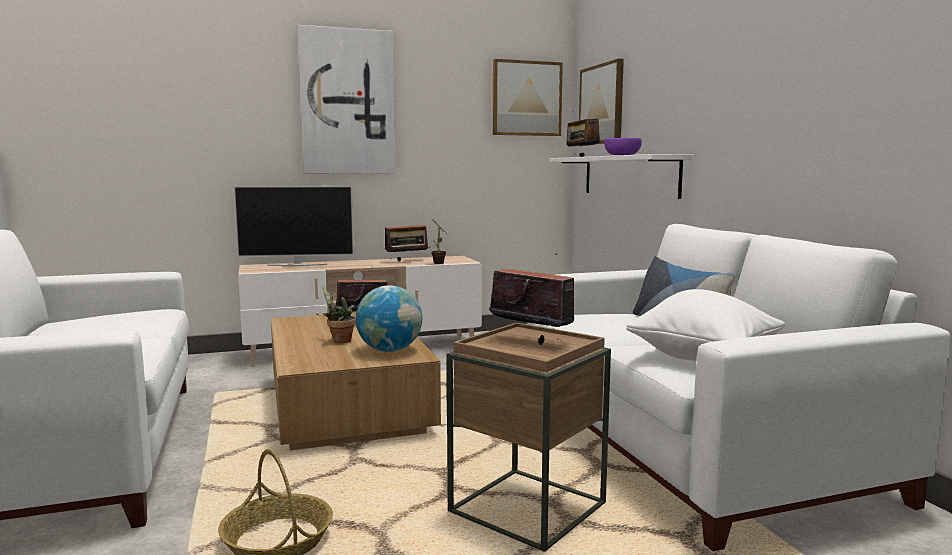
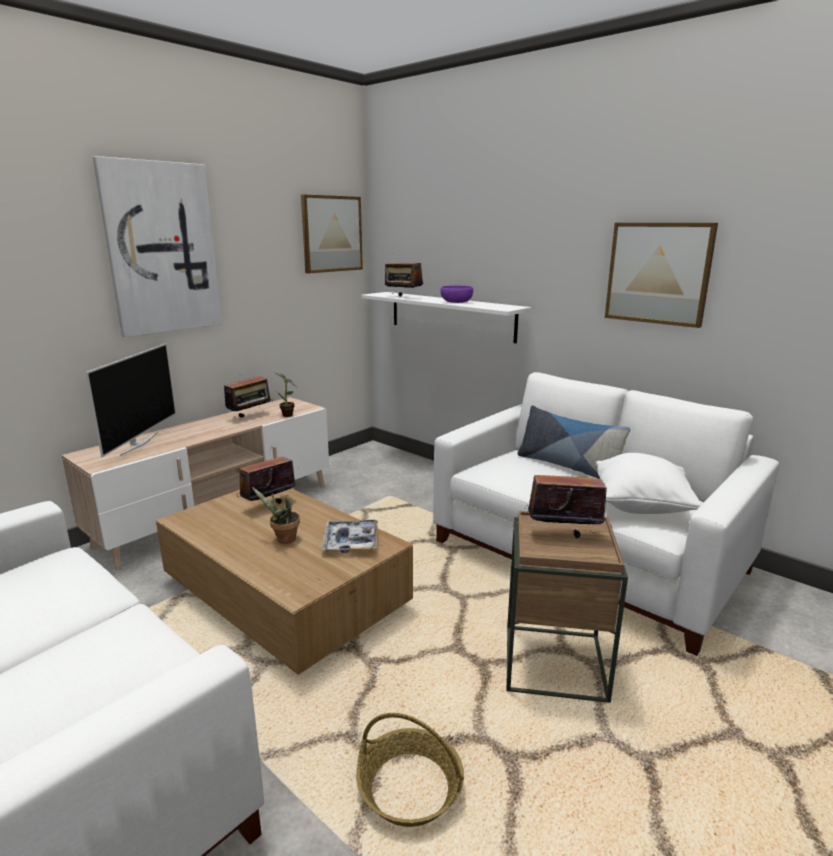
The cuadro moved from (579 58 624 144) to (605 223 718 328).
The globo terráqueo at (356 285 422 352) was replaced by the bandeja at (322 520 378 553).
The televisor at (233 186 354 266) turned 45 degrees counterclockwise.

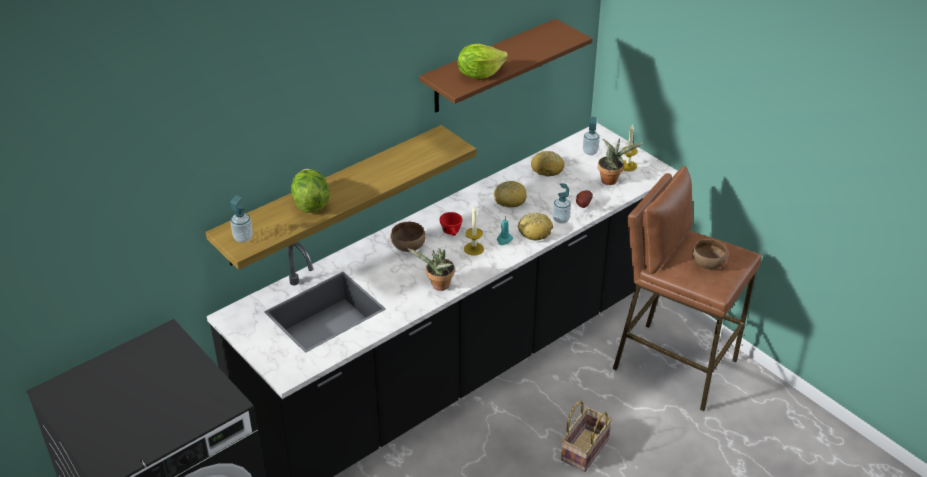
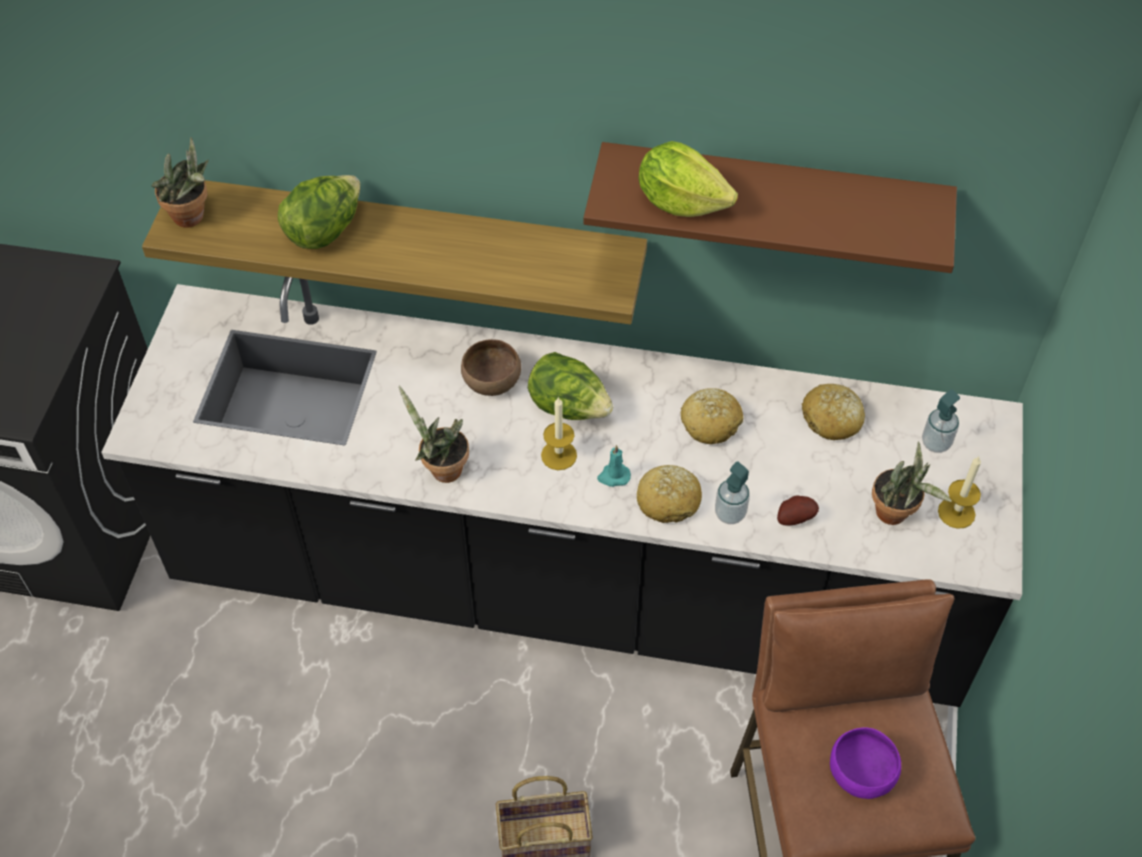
The dispensador de jabón at (230 195 253 242) was replaced by the planta en maceta at (152 137 209 228).
The taza/rojo at (439 212 462 236) was replaced by the lechuga at (528 352 613 420).
The cuenco/marrón at (692 239 728 269) became the cuenco/morado at (830 727 901 799).

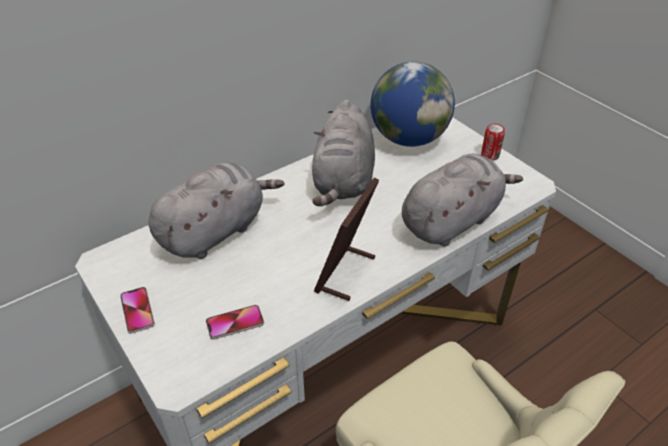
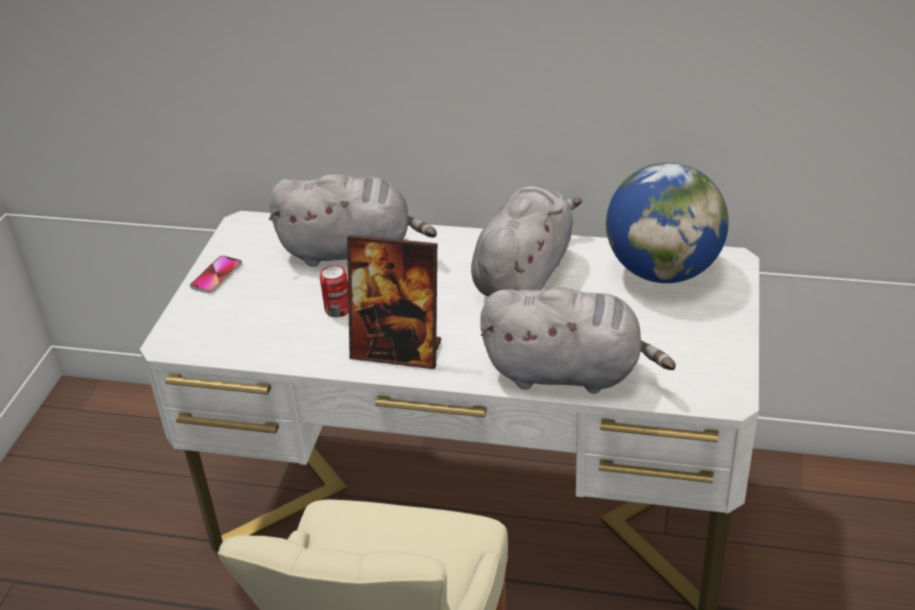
The móvil at (206 305 264 340) disappeared.
The lata moved from (481 124 505 161) to (320 265 349 317).
The peluche/gris at (312 99 375 206) turned 150 degrees clockwise.
The portarretratos at (314 177 379 301) turned 150 degrees counterclockwise.

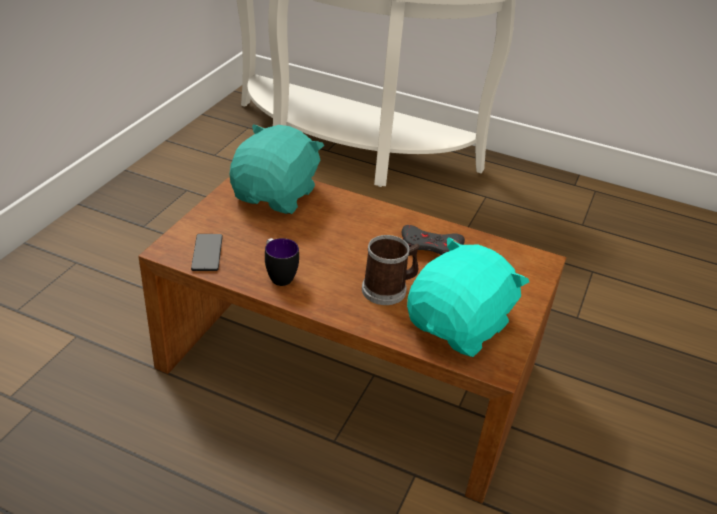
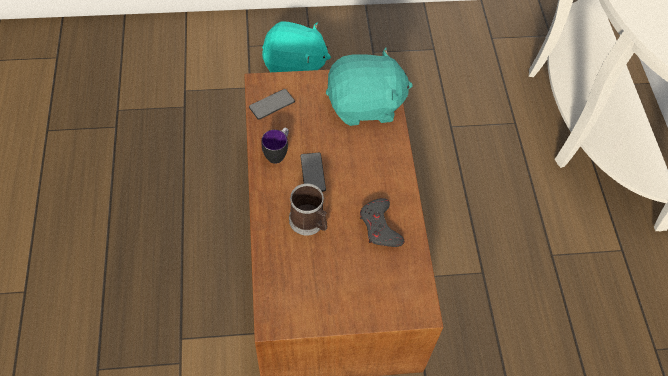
The móvil at (300 153 326 192) appeared.
The peluche/turquesa moved from (407 237 529 357) to (262 21 331 72).

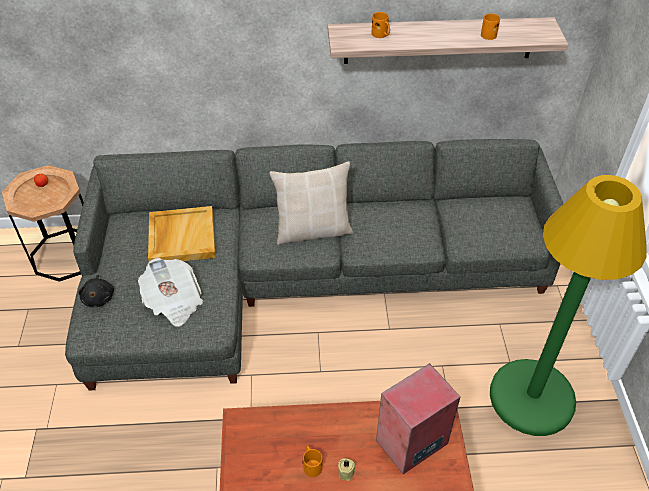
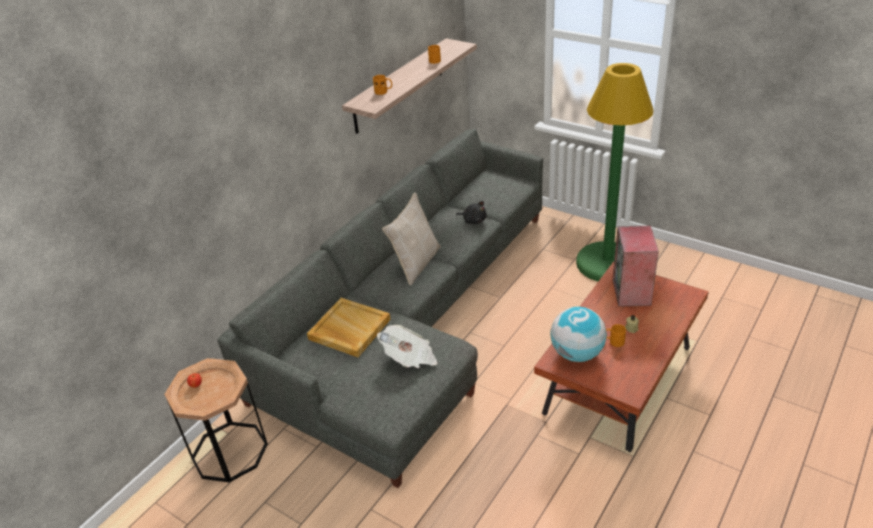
The globo terráqueo at (550 307 607 362) appeared.
The peluche/negro moved from (79 275 114 307) to (456 201 487 224).

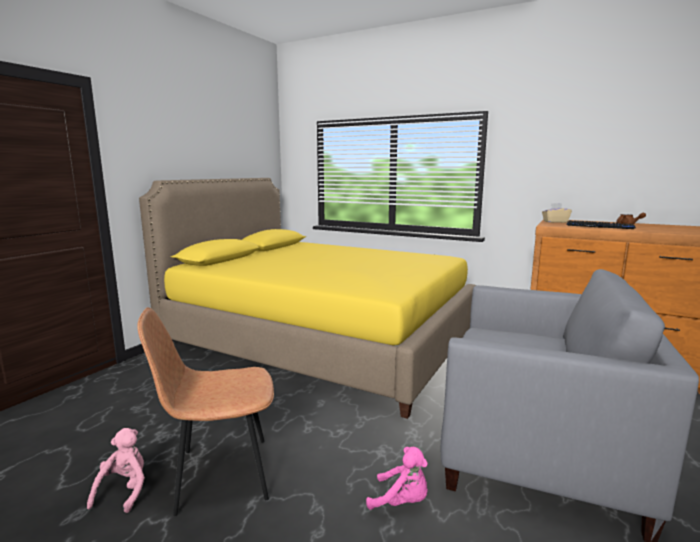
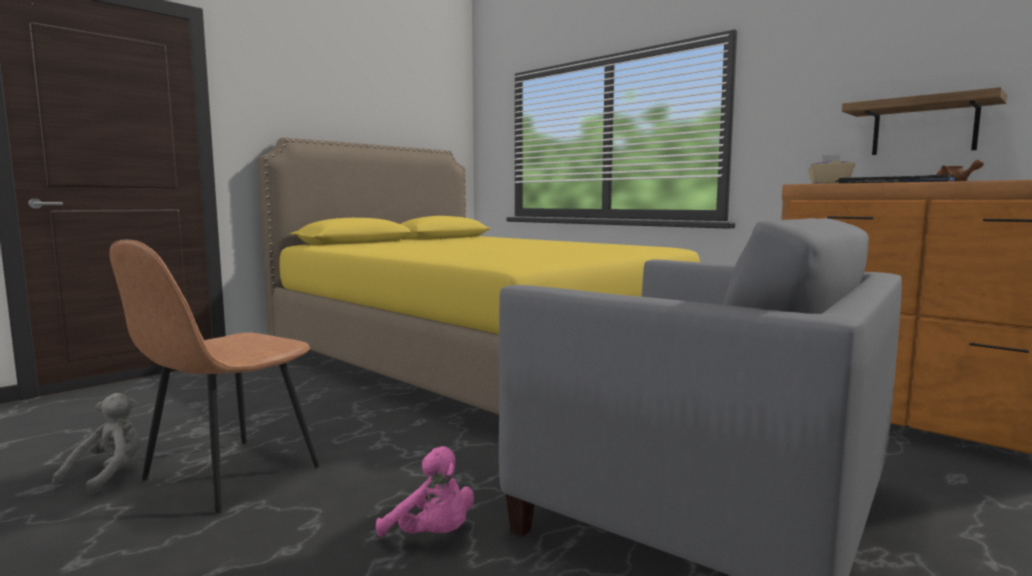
The estante at (842 87 1007 155) appeared.
The peluche/rosa at (87 428 145 513) became the peluche/gris at (52 393 141 495).
The silla/marrón at (137 307 274 516) turned 60 degrees counterclockwise.

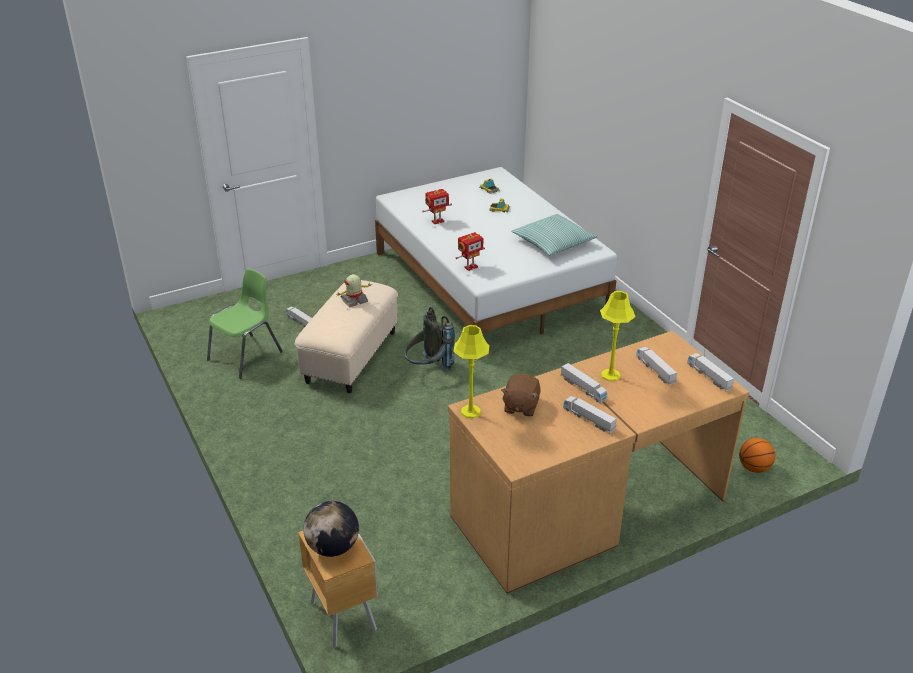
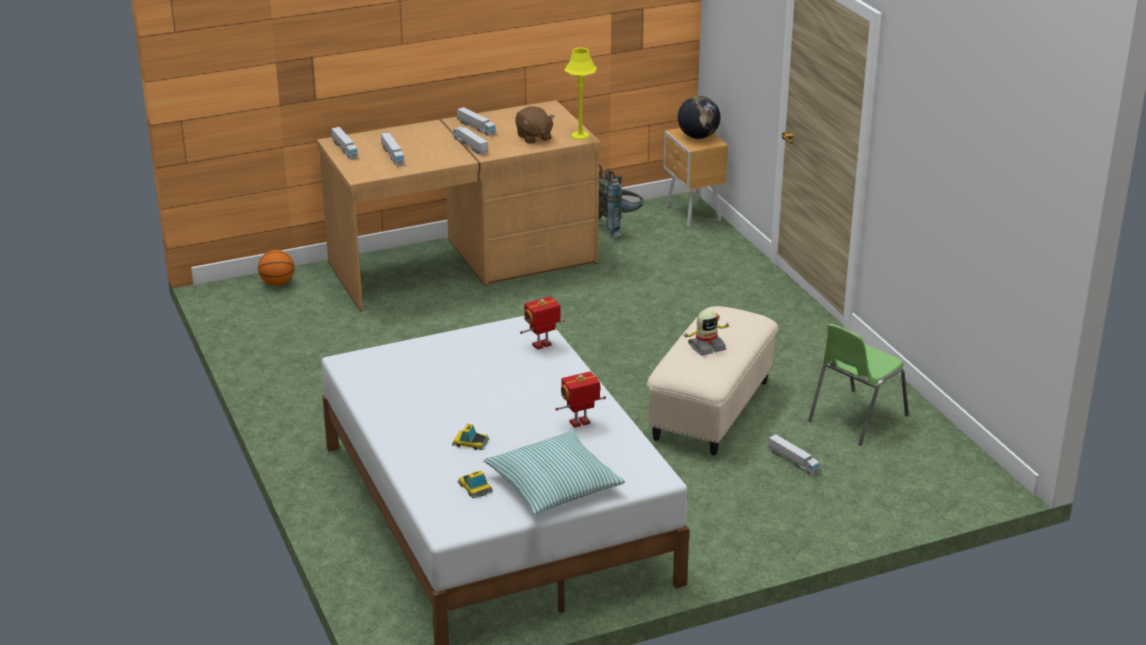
The lámpara de mesa/amarillo at (600 291 635 381) disappeared.
The mochila/gris moved from (404 307 455 372) to (598 164 644 238).
The cojín moved from (511 214 598 255) to (483 431 625 515).
The peluche/marrón at (501 373 541 417) turned 135 degrees clockwise.

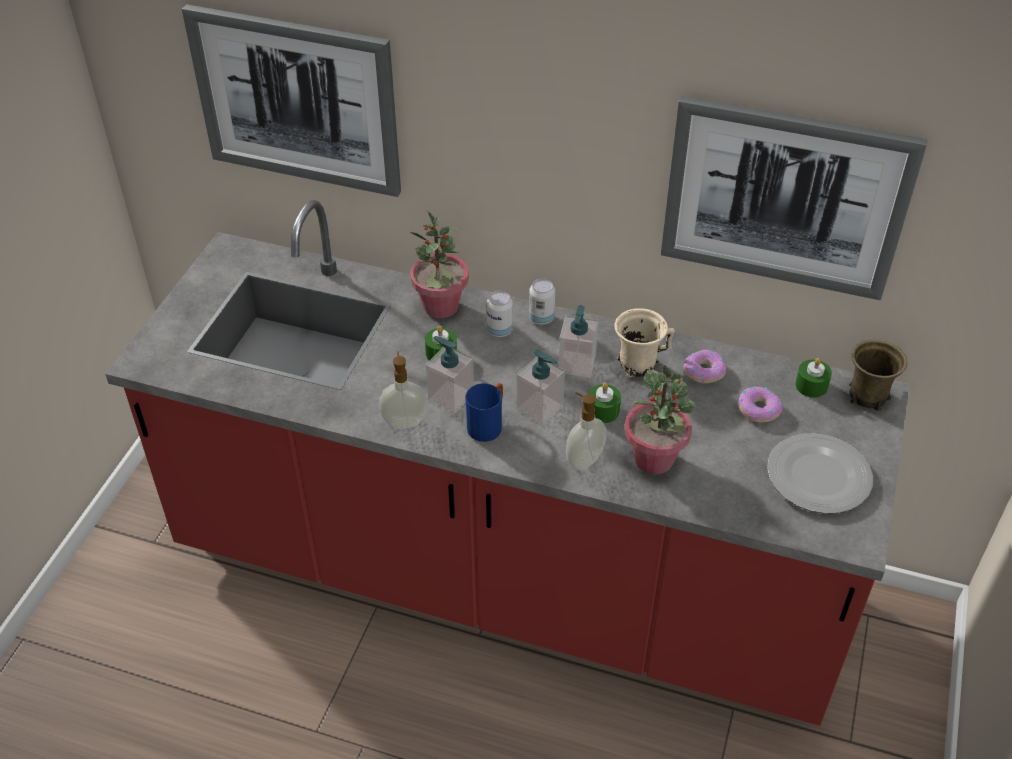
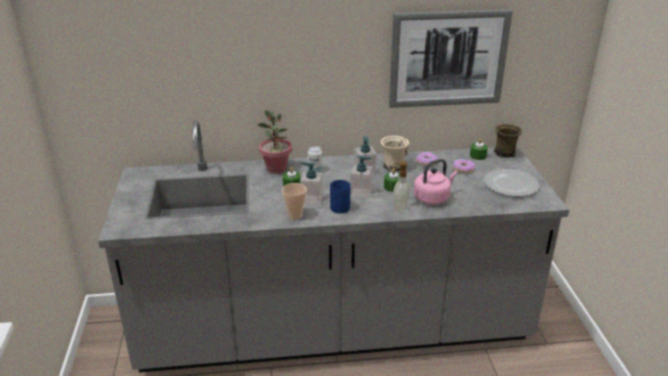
The cuadro at (182 4 401 197) disappeared.
The lata at (529 279 555 325) disappeared.
The dispensador de jabón at (379 351 428 429) was replaced by the taza at (282 183 307 220).
The planta en maceta at (625 365 695 474) was replaced by the hervidor/rosa at (414 159 458 205).
The mueble bajo de cocina/rojo at (105 200 910 726) became the mueble bajo de cocina/gris at (98 120 569 373).

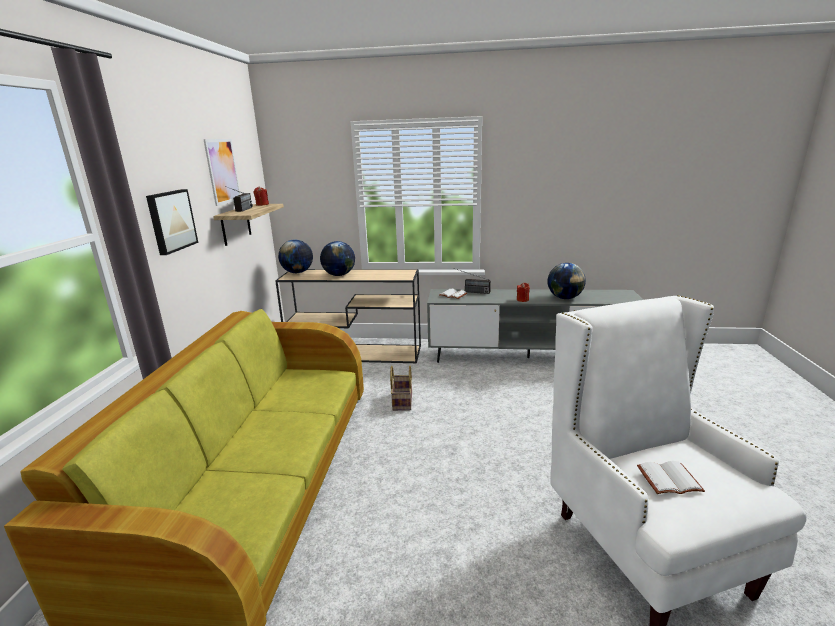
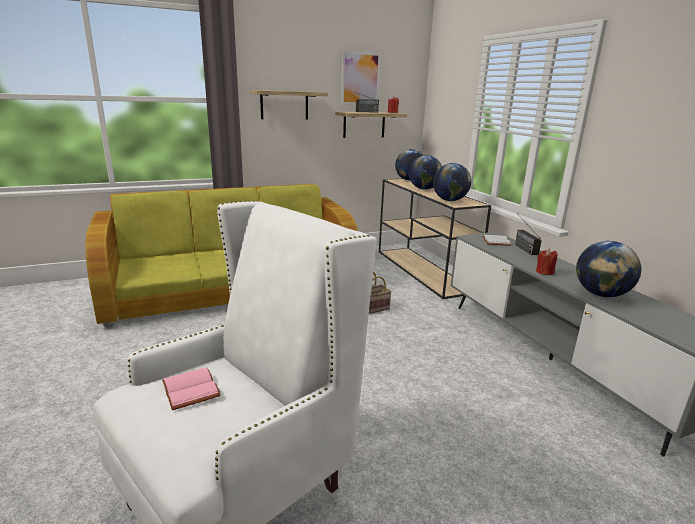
The globo terráqueo at (433 163 471 201) appeared.
The cuadro at (146 189 198 255) was replaced by the estante at (250 90 328 120).
The libro/blanco at (637 461 705 494) became the libro/rosa at (162 367 221 410).

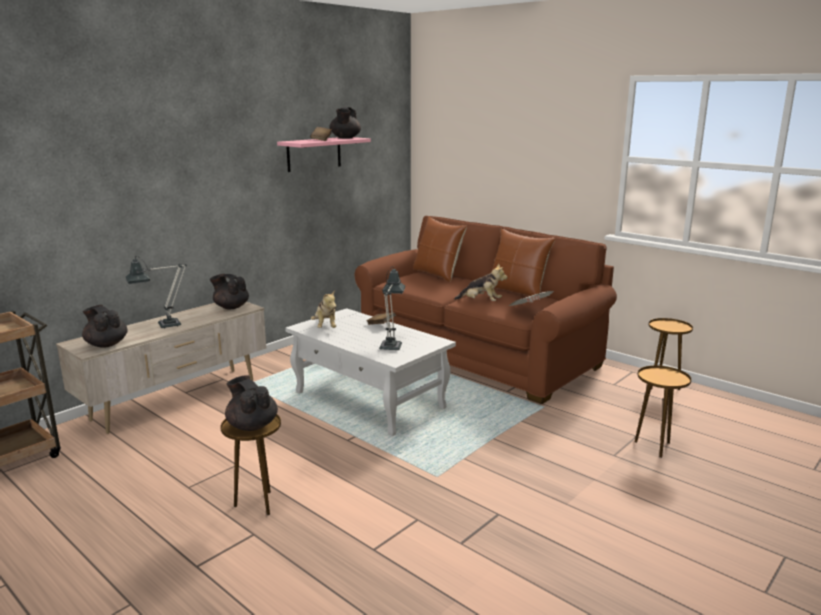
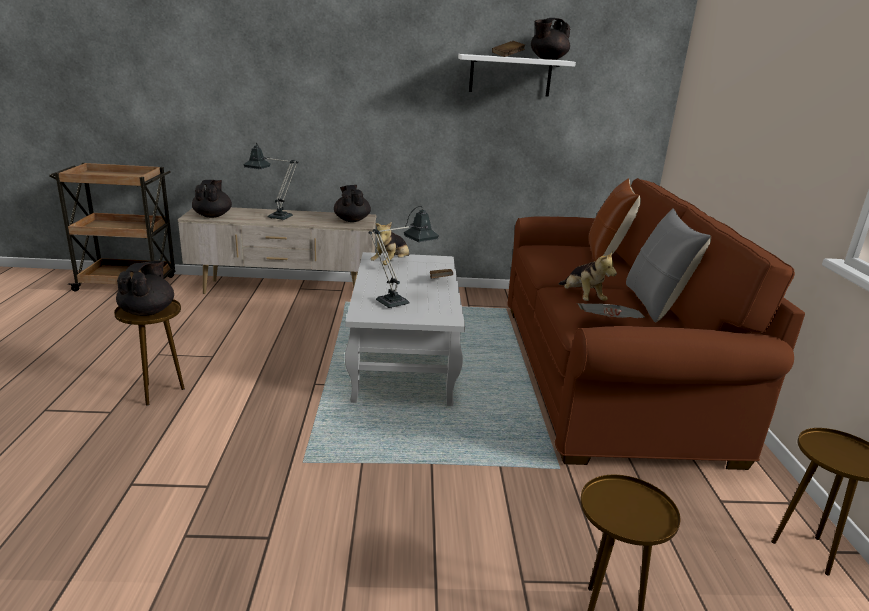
The estante/rosa at (277 137 371 172) became the estante/blanco at (458 54 576 97).
The cojín/marrón at (492 229 555 296) became the cojín/gris at (626 208 711 323).

